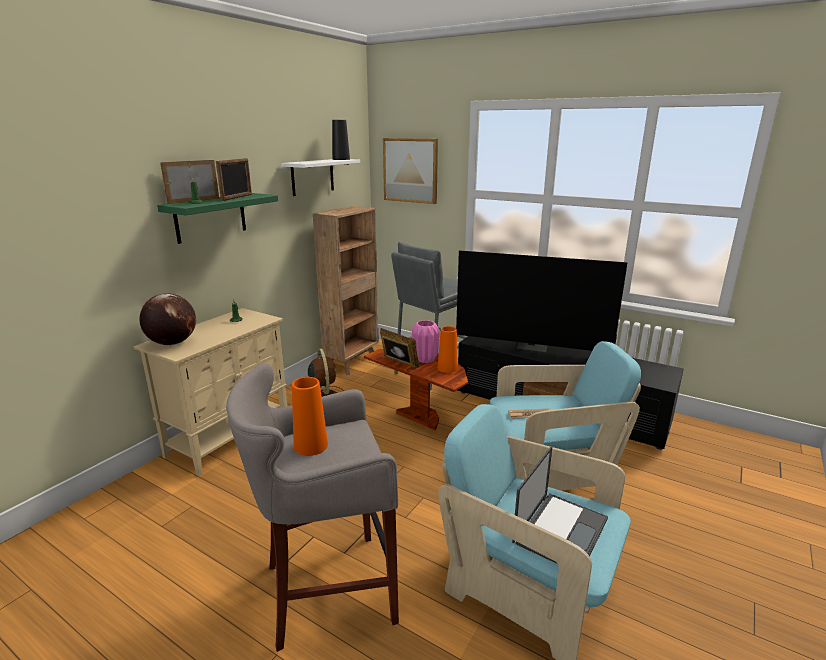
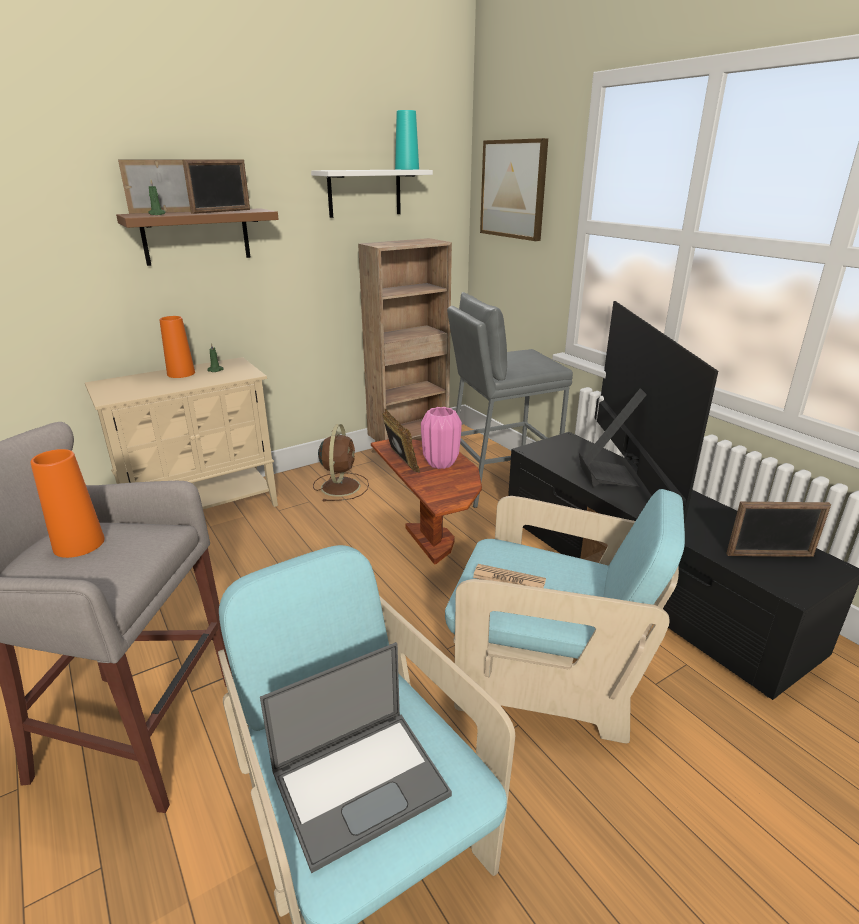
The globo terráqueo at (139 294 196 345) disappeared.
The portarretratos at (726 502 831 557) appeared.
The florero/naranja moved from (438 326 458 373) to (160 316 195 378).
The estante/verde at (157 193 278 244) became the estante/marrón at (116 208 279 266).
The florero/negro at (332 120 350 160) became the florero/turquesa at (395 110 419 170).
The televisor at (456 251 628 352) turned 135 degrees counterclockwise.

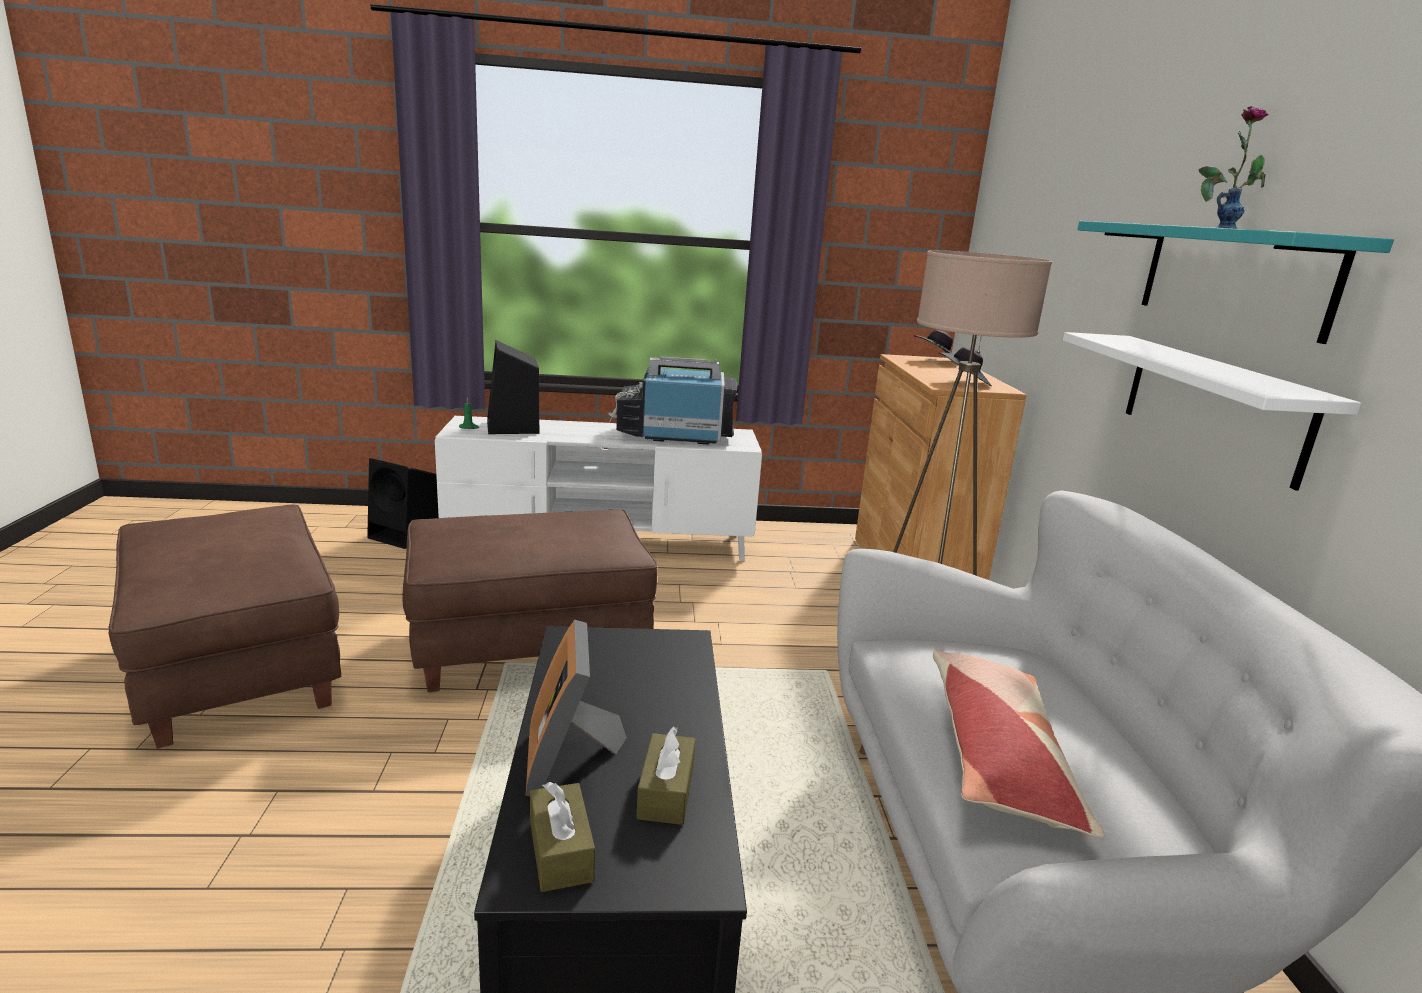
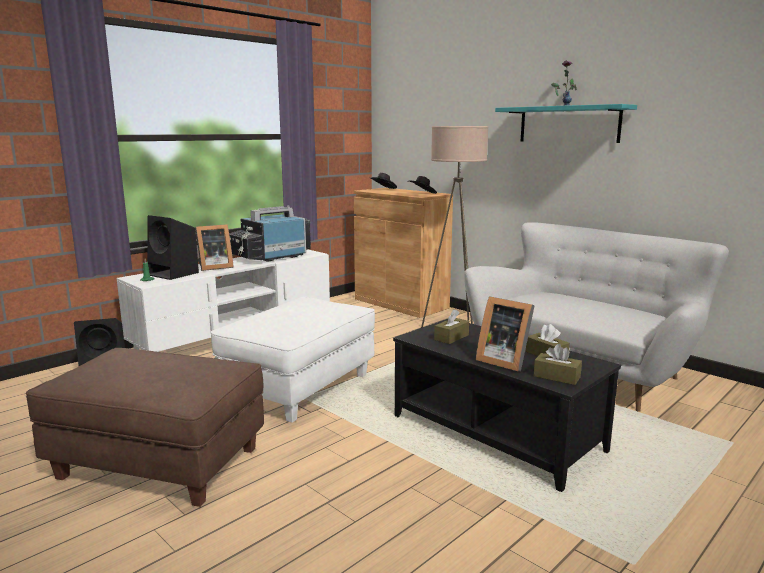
The cojín at (933 651 1104 838) disappeared.
The estante/blanco at (1063 332 1361 491) disappeared.
The portarretratos at (195 224 234 271) appeared.
The caja de pañuelos/marrón at (434 309 469 344) appeared.
The puf/marrón at (403 509 657 692) became the puf/blanco at (211 297 375 423).

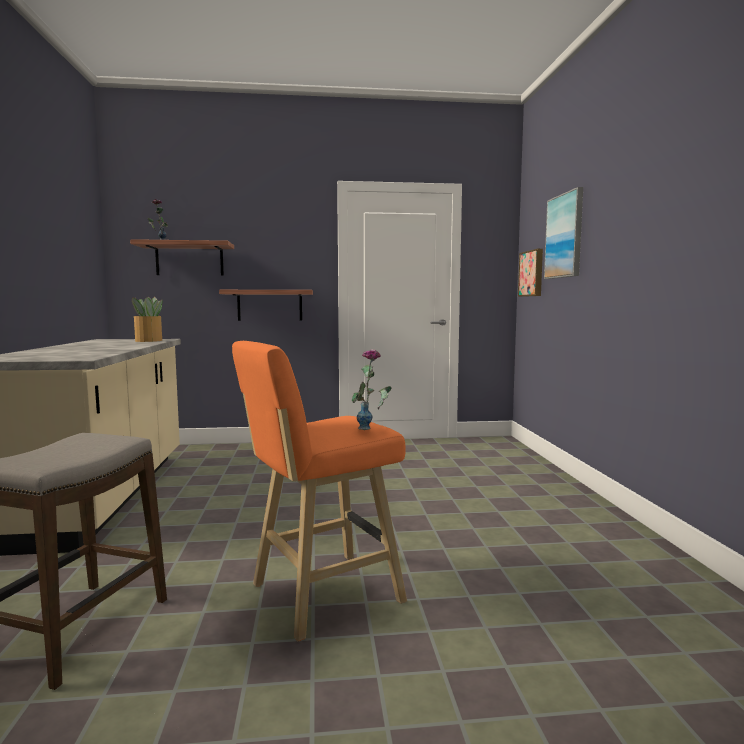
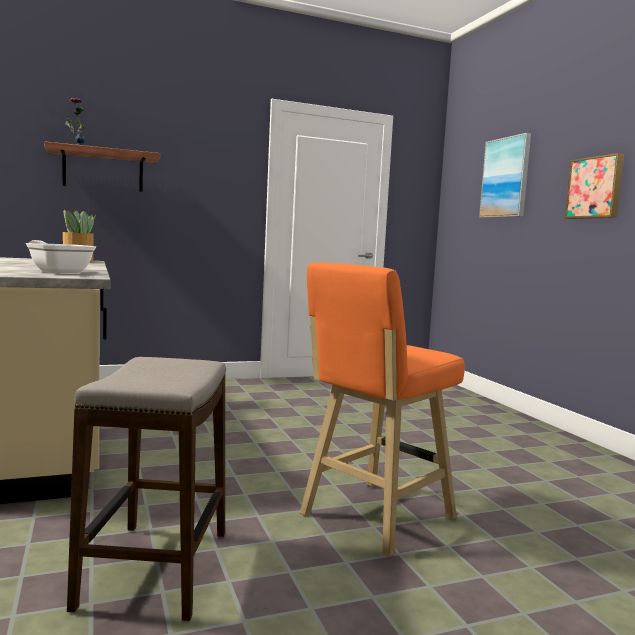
The estante at (219 290 313 321) disappeared.
The florero at (352 349 392 430) disappeared.
The sartén at (26 240 96 273) appeared.
The cuadro moved from (518 249 543 297) to (565 153 624 219).

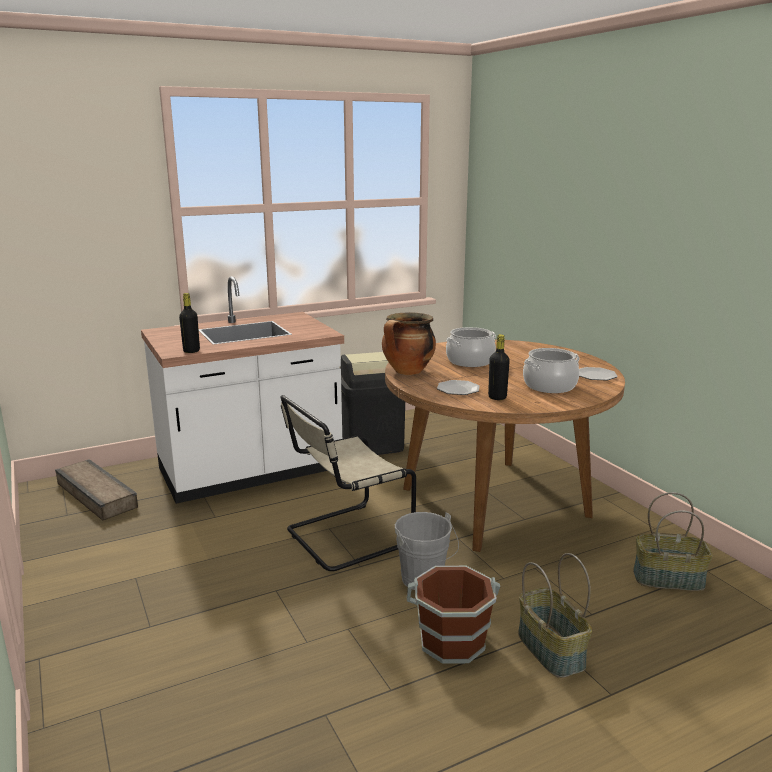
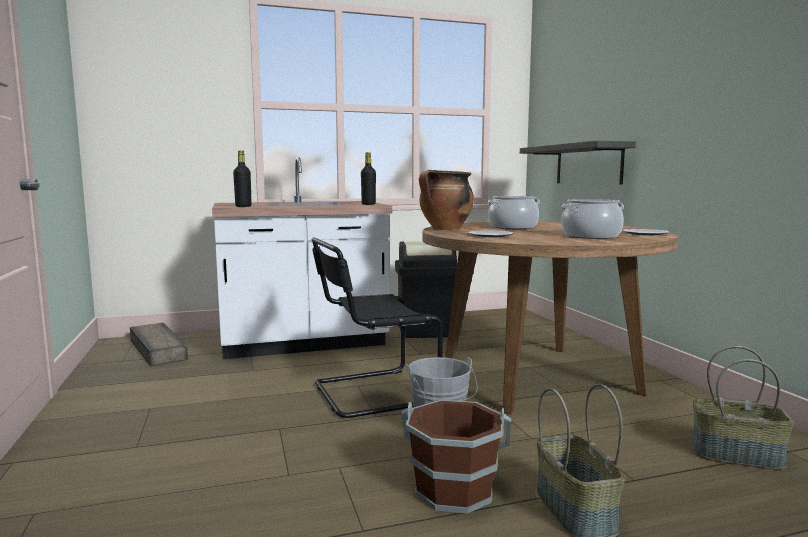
The estante at (520 141 636 185) appeared.
The botella/negro moved from (488 334 510 400) to (361 152 376 205).
The silla/beis at (280 395 416 571) became the silla/negro at (312 237 443 418).

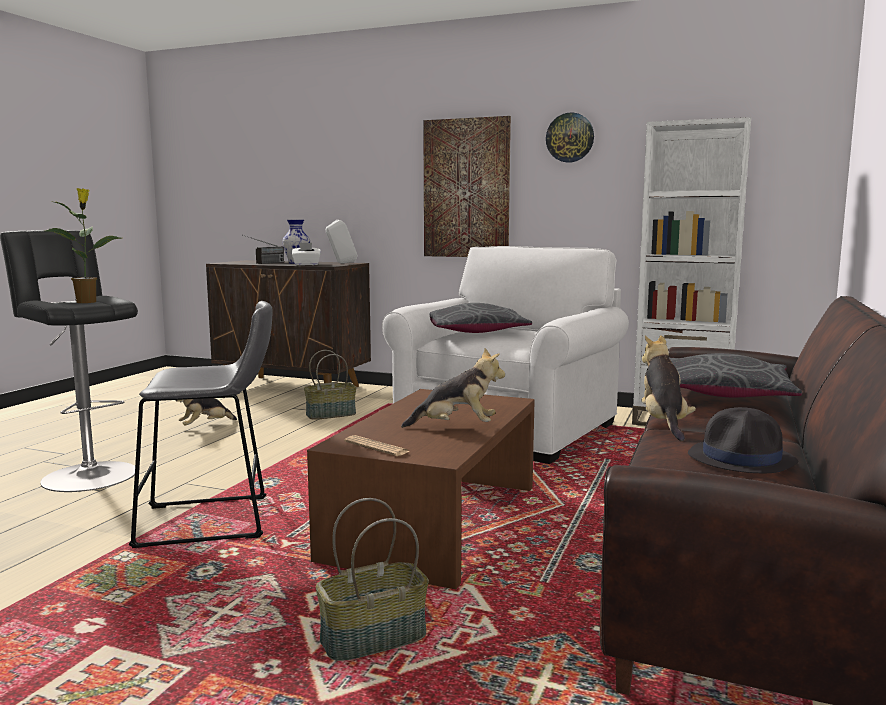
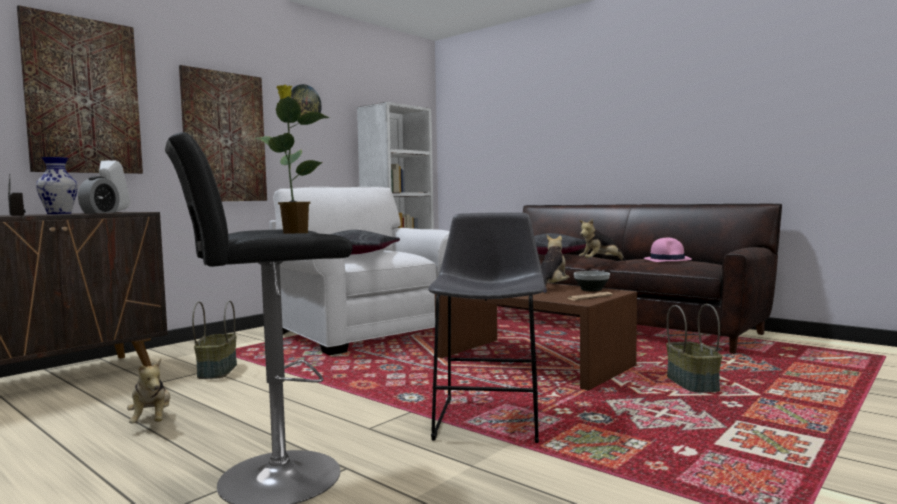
The cuadro at (17 5 143 174) appeared.
The cuenco at (574 271 610 292) appeared.
The caja de pañuelos/blanco at (292 243 321 265) was replaced by the despertador at (78 176 119 214).
The sombrero/negro at (688 407 798 473) became the sombrero/rosa at (644 238 692 262).
The peluche at (642 335 696 441) turned 45 degrees counterclockwise.

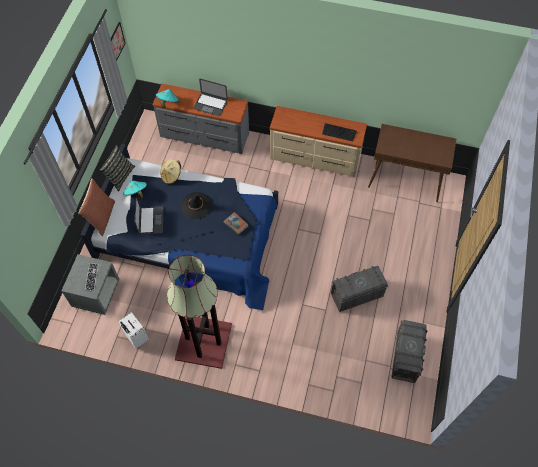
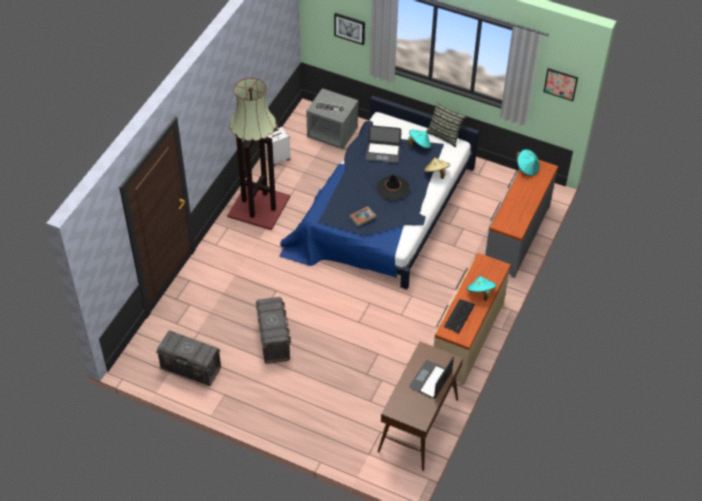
The cojín at (78 178 115 236) disappeared.
The cuadro at (334 13 365 45) appeared.
The sombrero/turquesa at (466 276 496 301) appeared.
The portátil moved from (193 79 228 116) to (409 356 454 399).

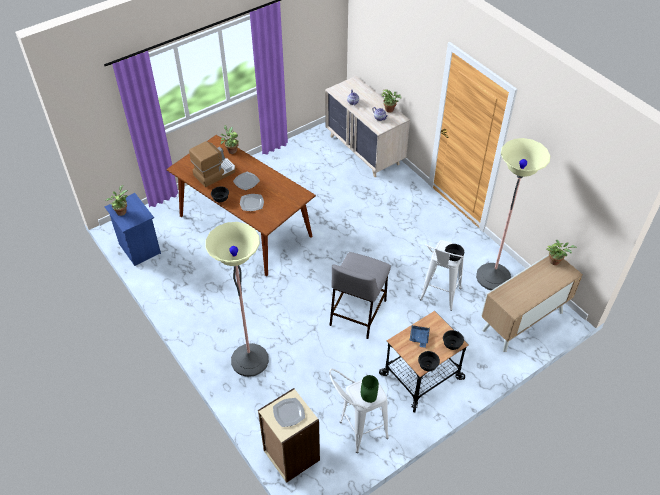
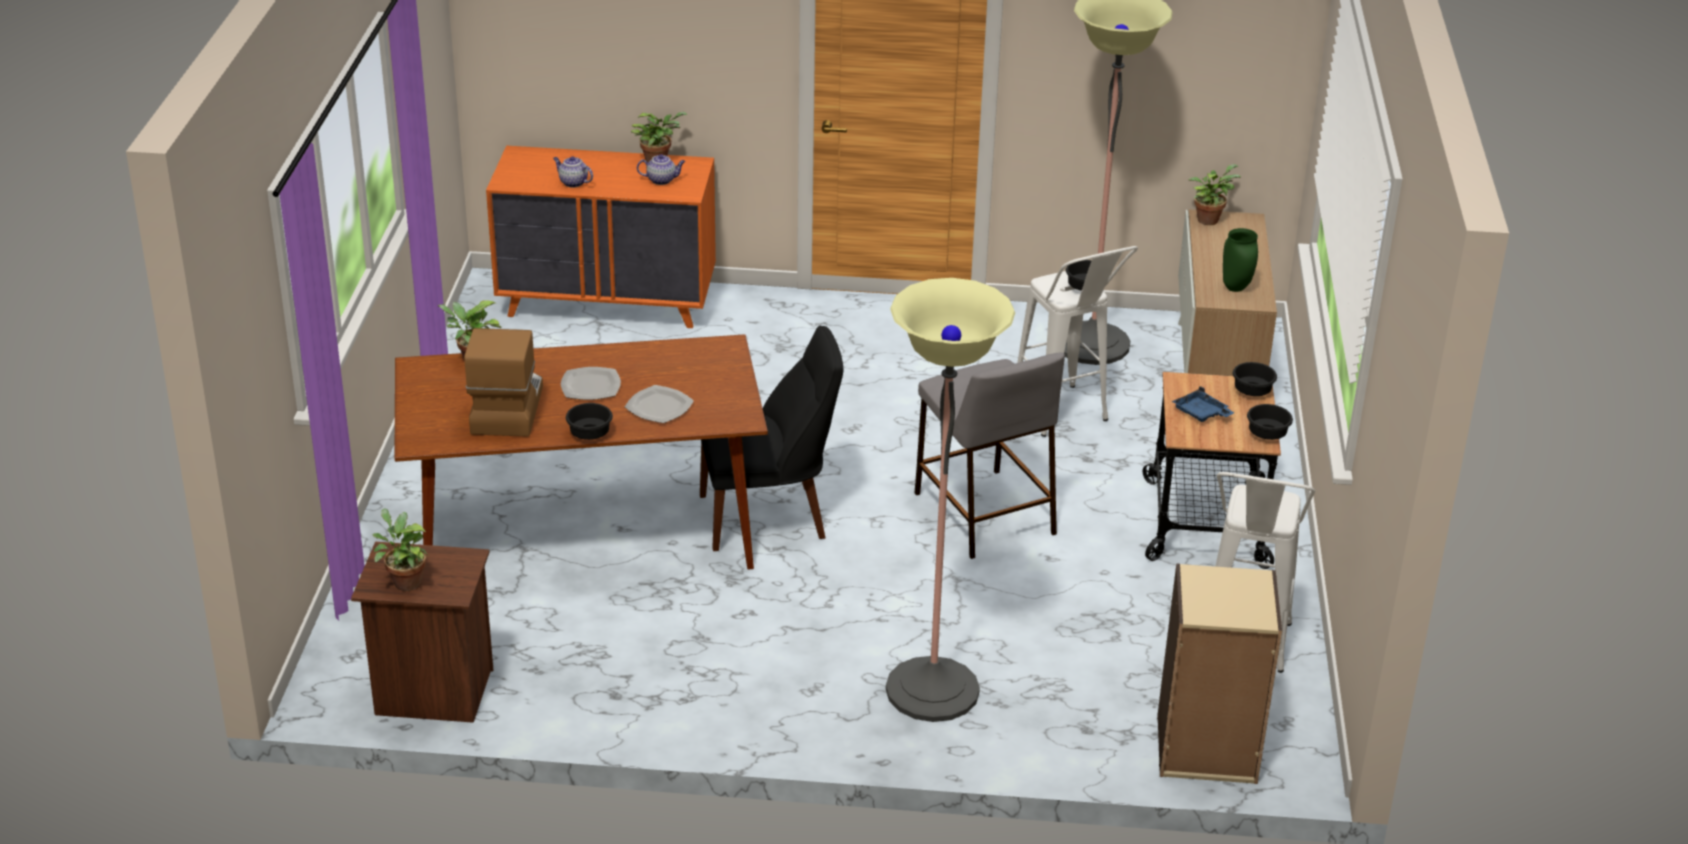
The plato at (273 398 305 427) disappeared.
The silla/negro at (700 325 843 551) appeared.
The florero/verde moved from (361 375 379 403) to (1223 228 1258 292).
The mesita de noche/azul at (105 193 161 266) became the mesita de noche/marrón at (351 542 493 723).
The cómoda/beis at (325 76 410 177) became the cómoda/naranja at (486 146 716 328).

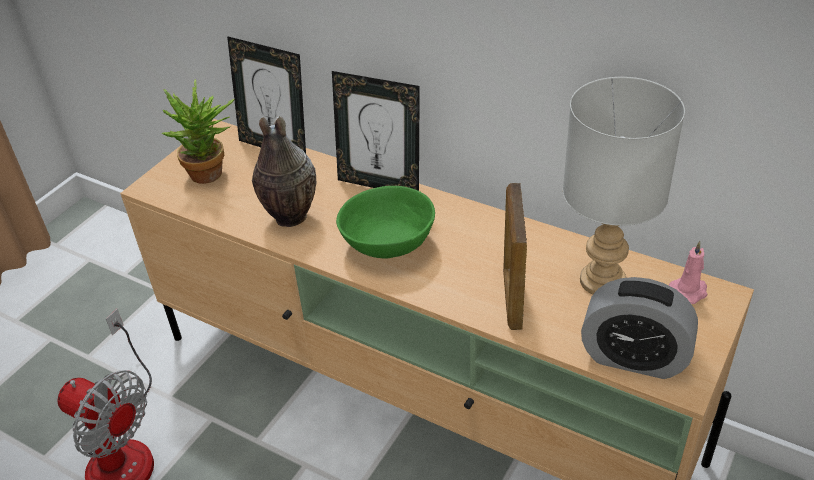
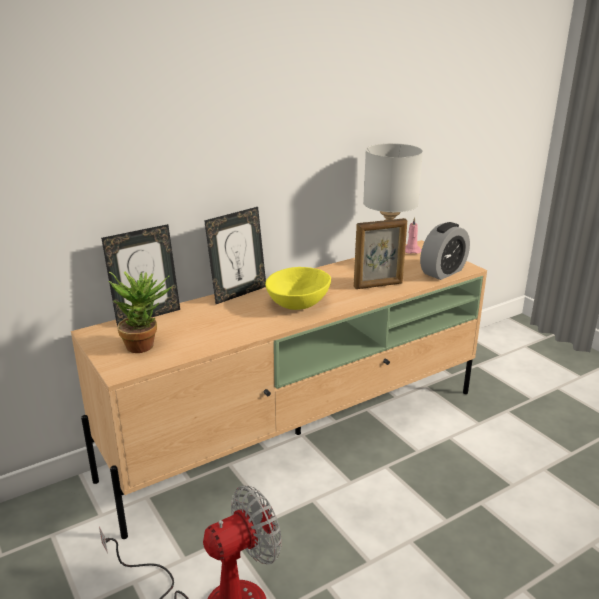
The florero at (252 116 316 227) disappeared.
The cuenco/verde at (336 186 435 259) became the cuenco/amarillo at (265 267 331 310).
The portarretratos at (503 183 527 330) turned 45 degrees counterclockwise.

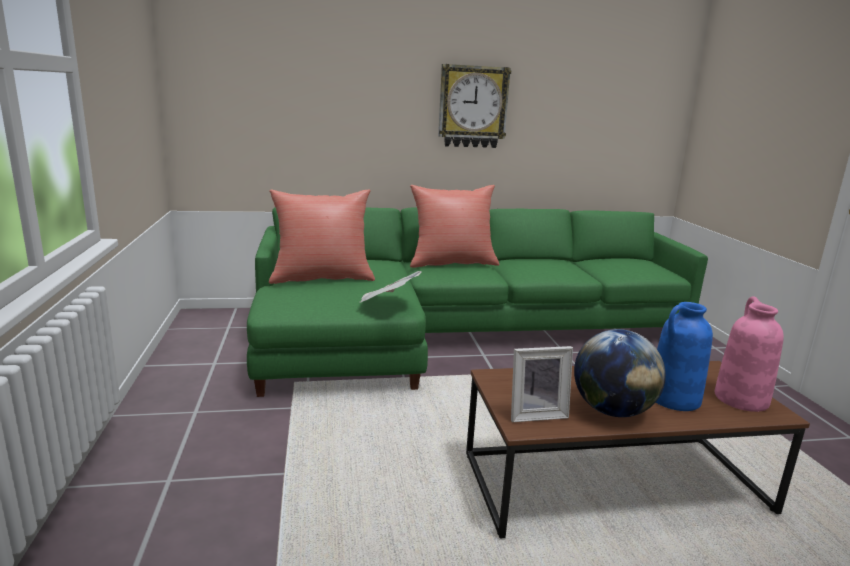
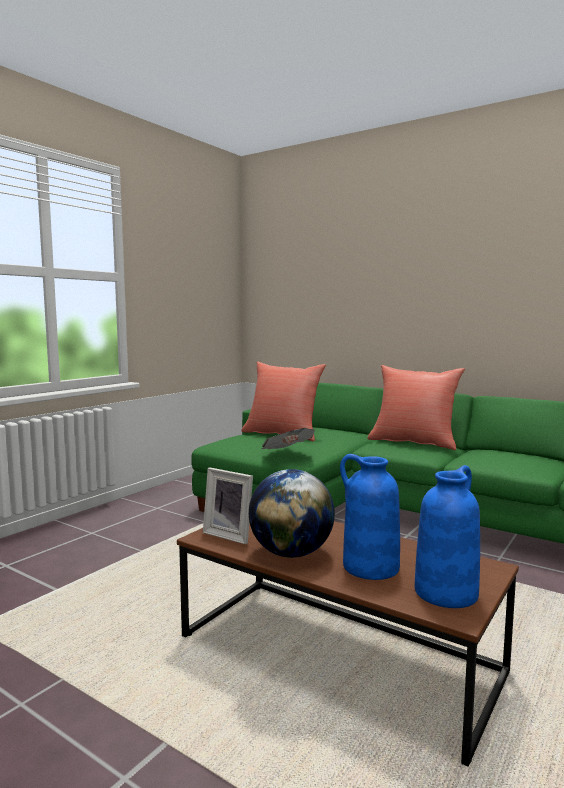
The reloj de pared at (438 64 511 148) disappeared.
The florero/rosa at (715 296 784 412) became the florero/azul at (415 465 480 608).

